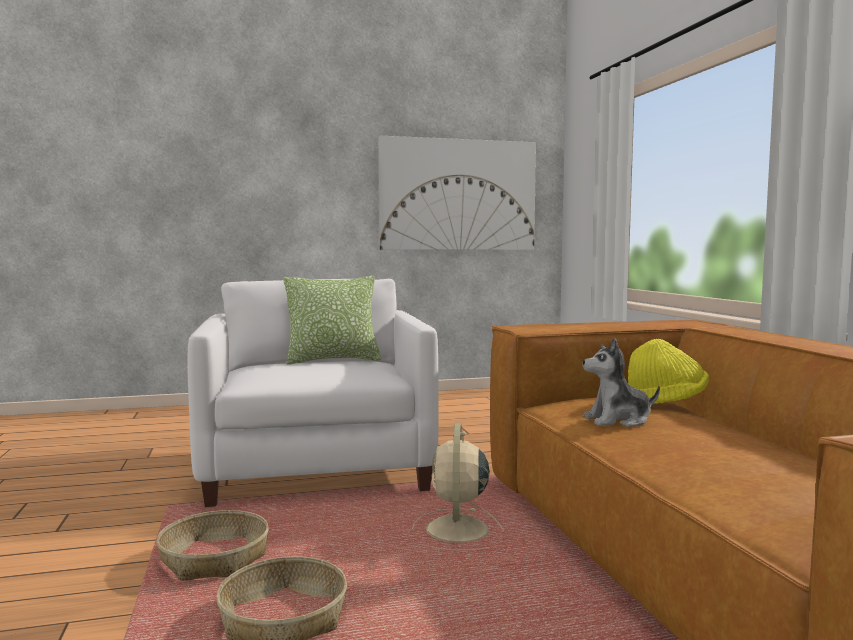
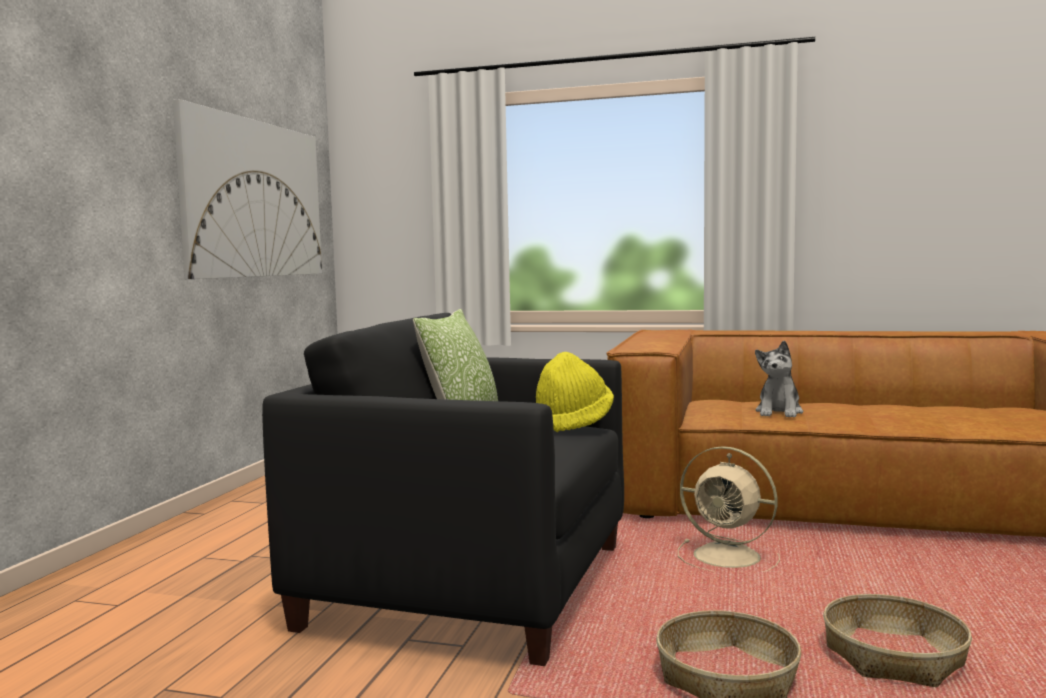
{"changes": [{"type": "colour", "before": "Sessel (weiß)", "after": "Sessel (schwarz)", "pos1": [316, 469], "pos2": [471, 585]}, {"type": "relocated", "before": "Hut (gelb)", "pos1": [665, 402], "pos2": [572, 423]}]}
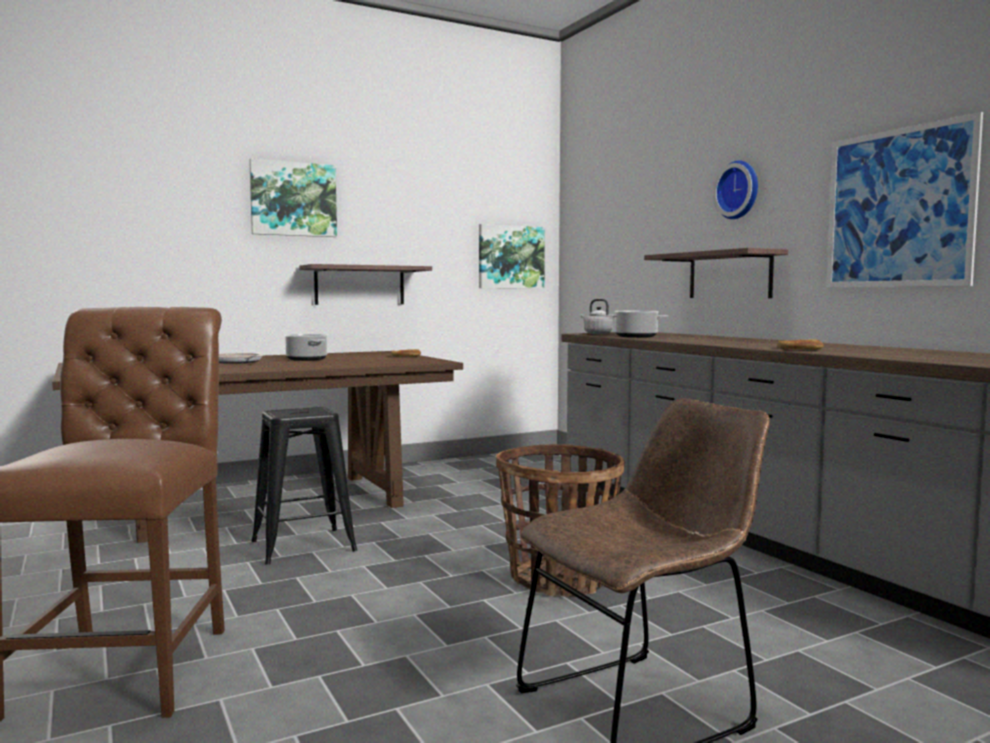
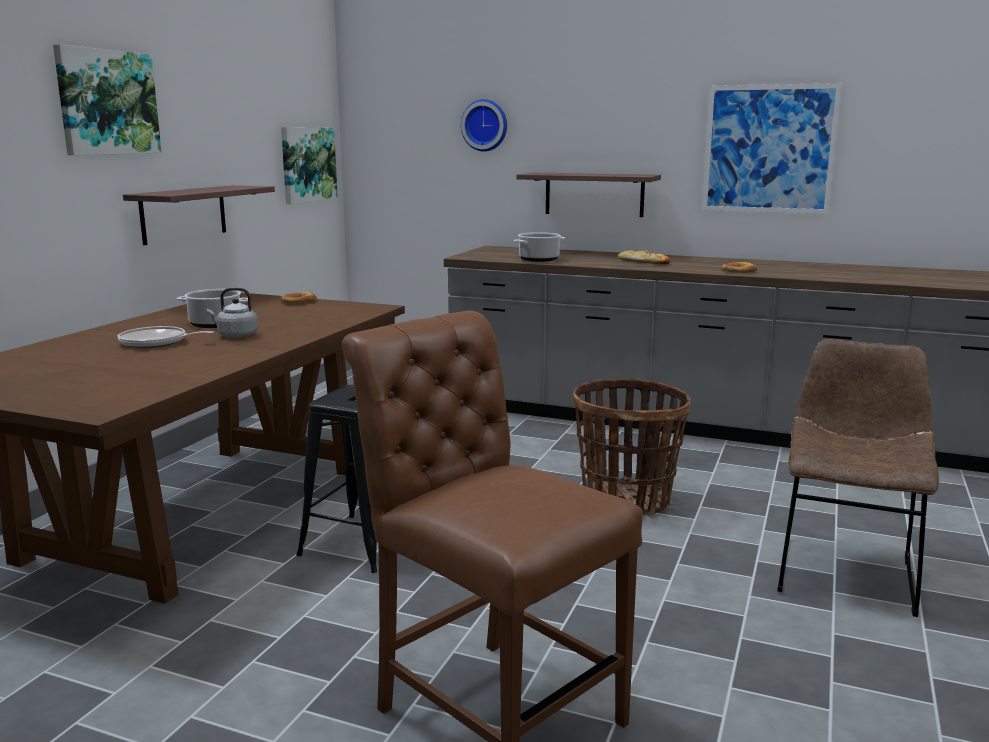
{"changes": [{"type": "relocated", "before": "Wasserkessel (grau)", "pos1": [596, 334], "pos2": [235, 335]}, {"type": "relocated", "before": "Wanduhr", "pos1": [739, 190], "pos2": [485, 125]}, {"type": "appeared", "after": "Brot", "pos2": [643, 262]}]}
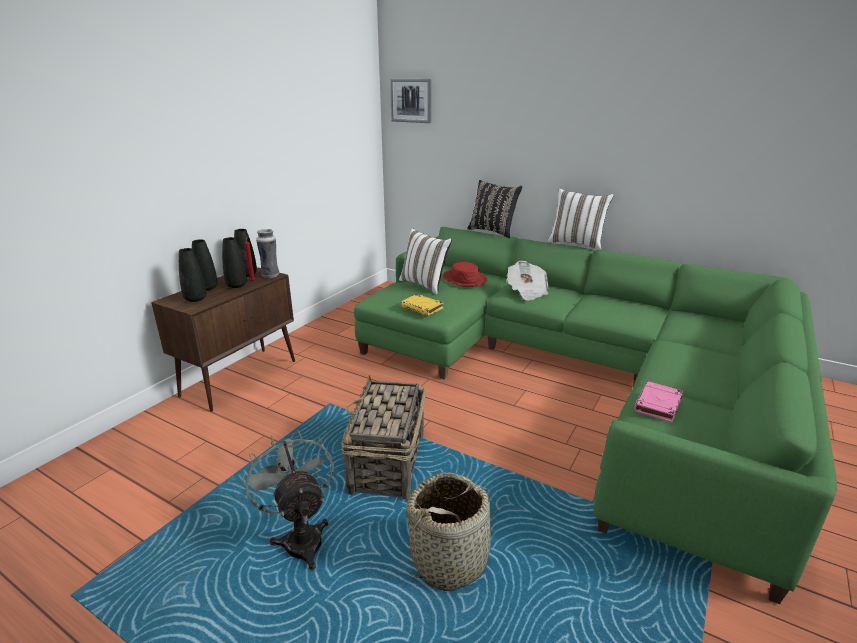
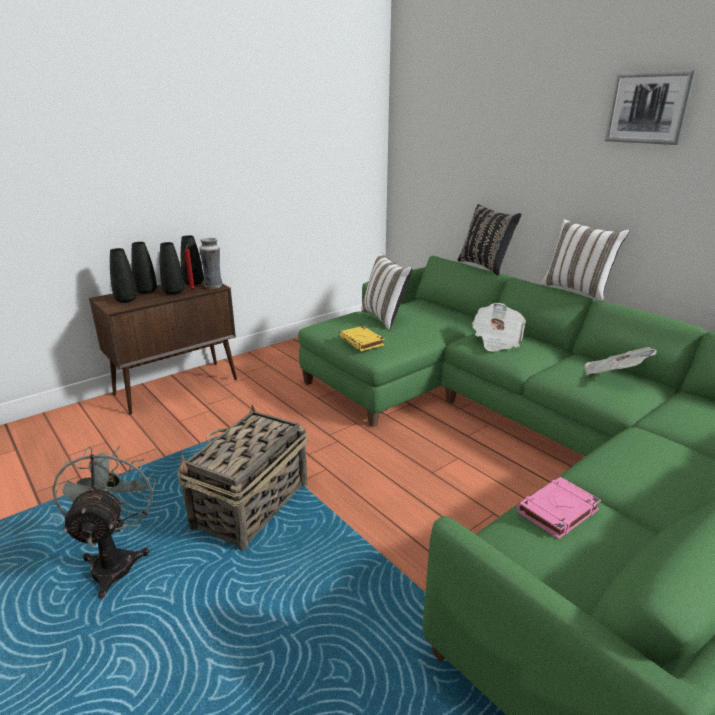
{"changes": [{"type": "relocated", "before": "Bild", "pos1": [411, 100], "pos2": [648, 108]}, {"type": "missing", "before": "Korb", "pos1": [450, 559]}, {"type": "missing", "before": "Hut (rot)", "pos1": [465, 279]}, {"type": "appeared", "after": "Zeitung", "pos2": [613, 375]}]}
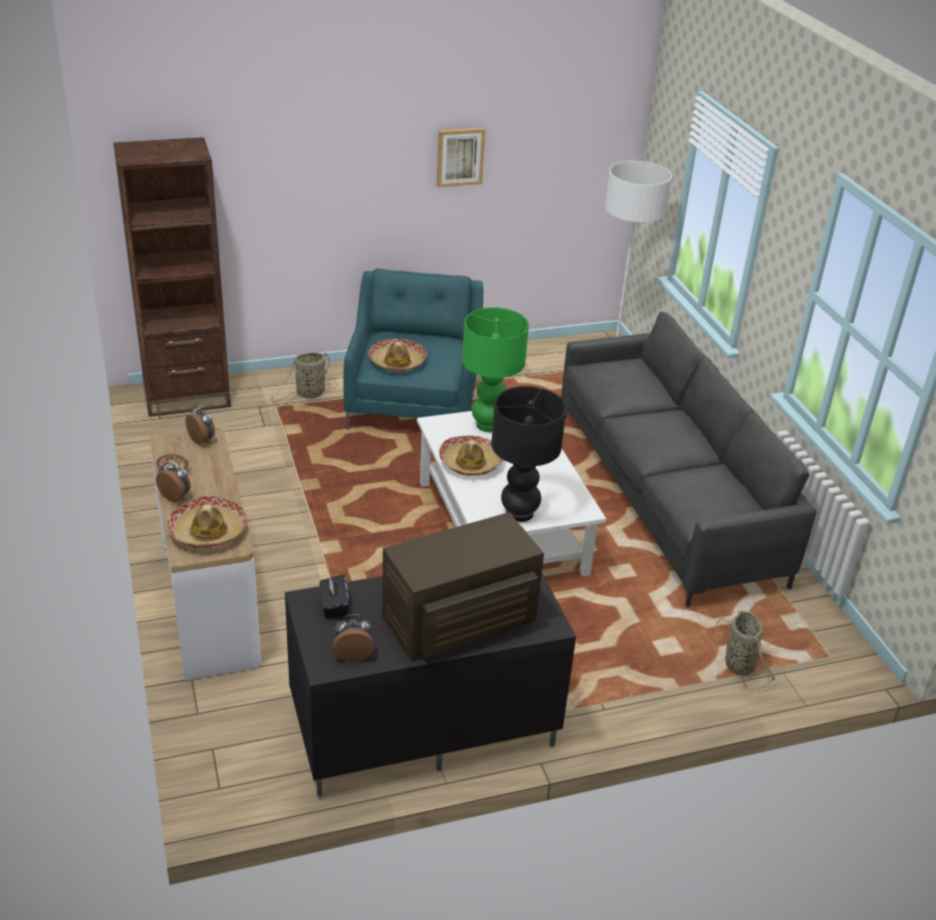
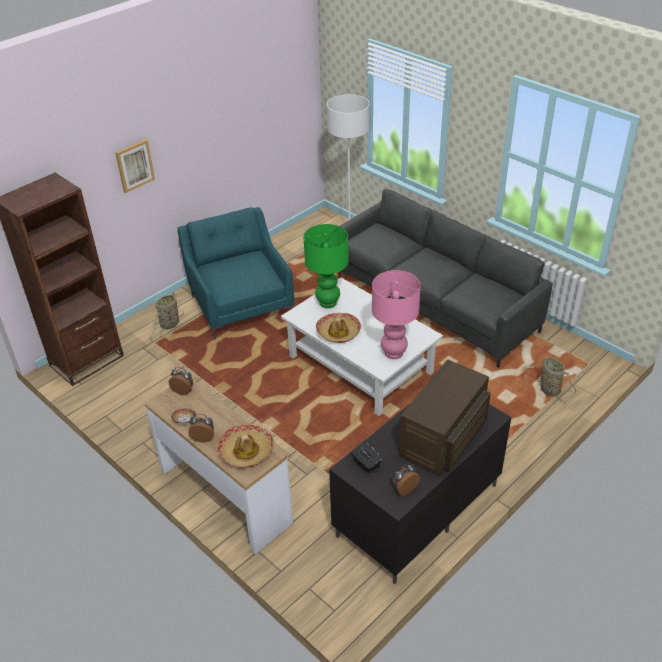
{"changes": [{"type": "missing", "before": "Hut", "pos1": [397, 362]}, {"type": "relocated", "before": "Bild", "pos1": [460, 156], "pos2": [134, 165]}, {"type": "colour", "before": "Tischlampe (schwarz)", "after": "Tischlampe (rosa)", "pos1": [520, 513], "pos2": [394, 352]}]}
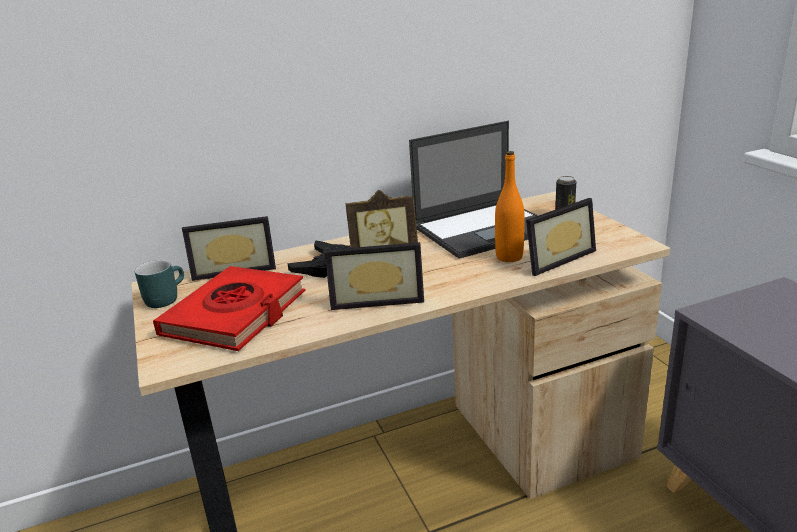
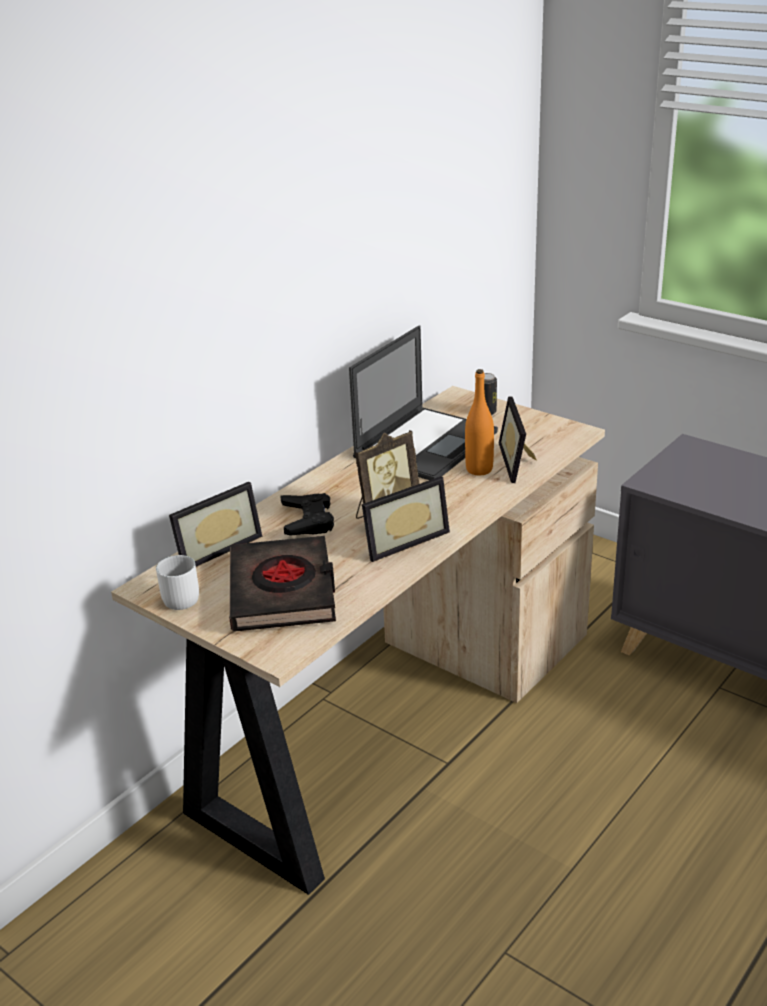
{"changes": [{"type": "colour", "before": "Henkelbecher (türkis)", "after": "Henkelbecher (weiß)", "pos1": [164, 298], "pos2": [180, 597]}, {"type": "colour", "before": "Buch (rot)", "after": "Buch (schwarz)", "pos1": [235, 315], "pos2": [283, 591]}, {"type": "spun", "before": "Bilderrahmen", "pos1": [554, 258], "pos2": [520, 462], "turn": 150}]}
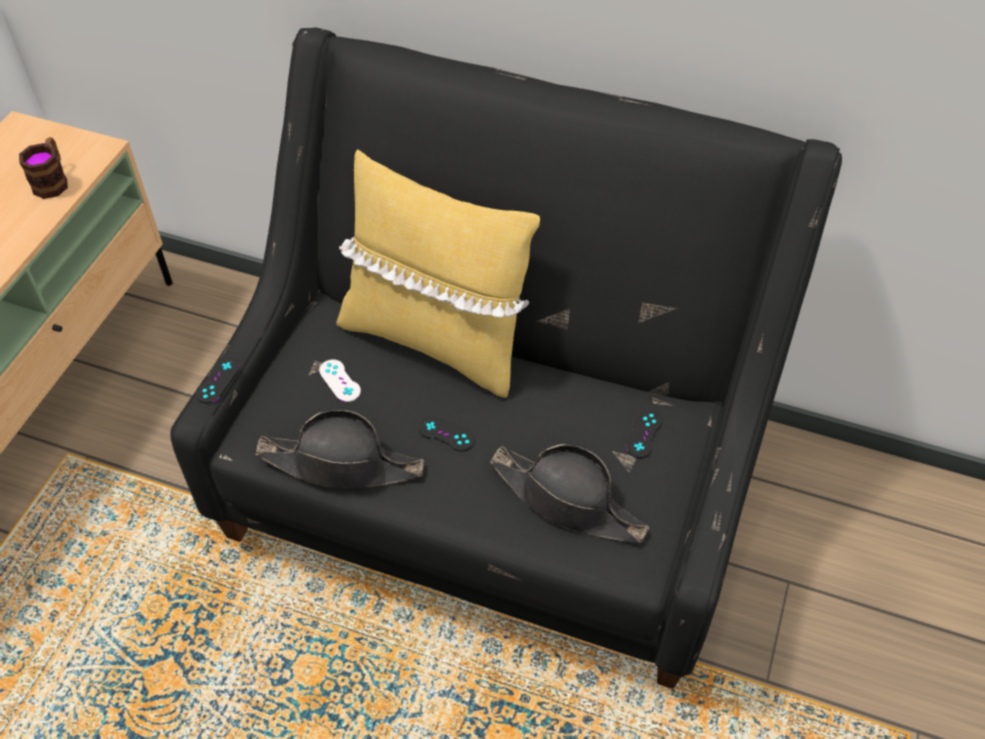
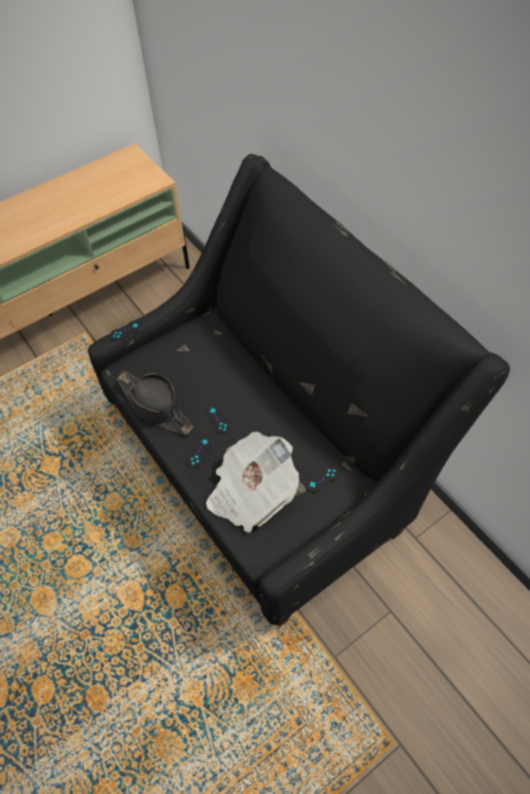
{"changes": [{"type": "missing", "before": "Henkelbecher", "pos1": [53, 180]}, {"type": "missing", "before": "Gamepad (weiß)", "pos1": [340, 381]}, {"type": "missing", "before": "Kissen (gelb)", "pos1": [435, 340]}, {"type": "exchanged", "before": "Hut (schwarz)", "after": "Zeitung", "pos1": [568, 501], "pos2": [251, 492]}, {"type": "appeared", "after": "Gamepad (schwarz)", "pos2": [199, 451]}]}
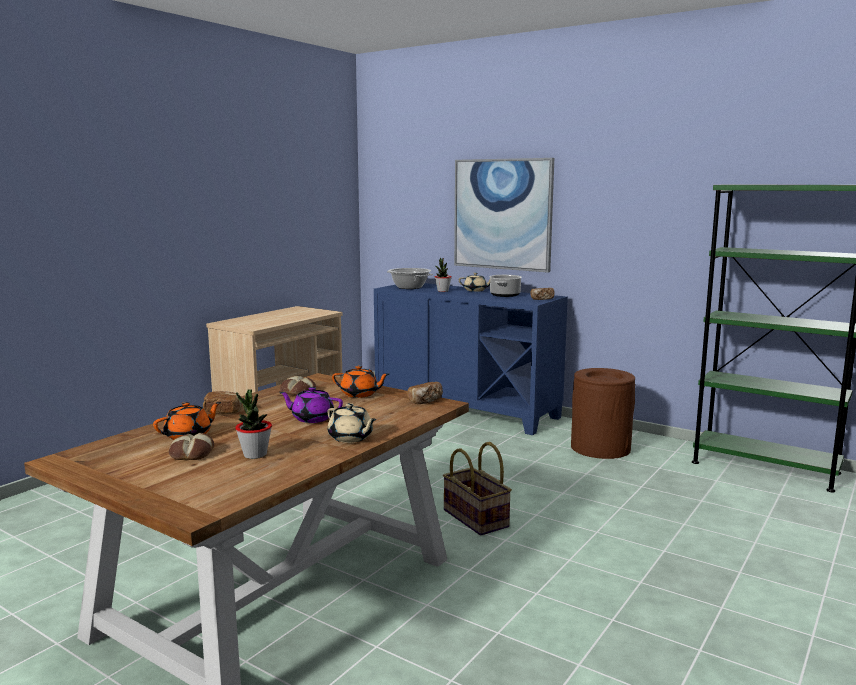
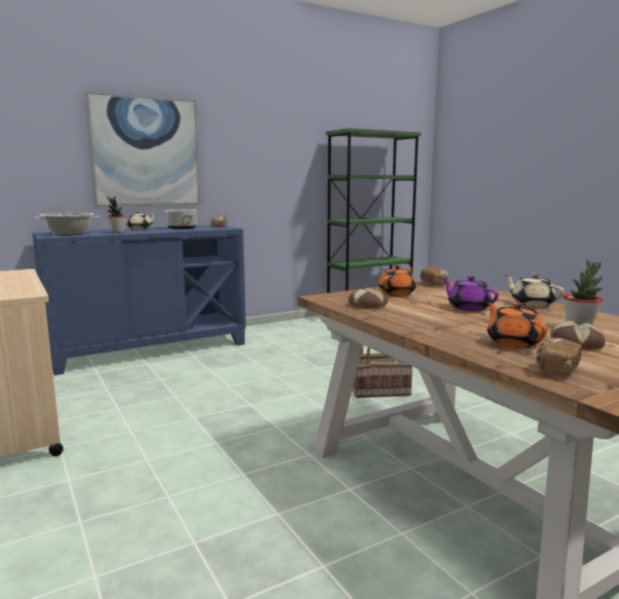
{"changes": [{"type": "relocated", "before": "Brot", "pos1": [223, 411], "pos2": [556, 370]}, {"type": "spun", "before": "Teekanne (lila)", "pos1": [312, 418], "pos2": [468, 308], "turn": 105}, {"type": "spun", "before": "Teekanne (beige)", "pos1": [351, 438], "pos2": [531, 304], "turn": -105}, {"type": "missing", "before": "Mülleimer (braun)", "pos1": [600, 448]}]}
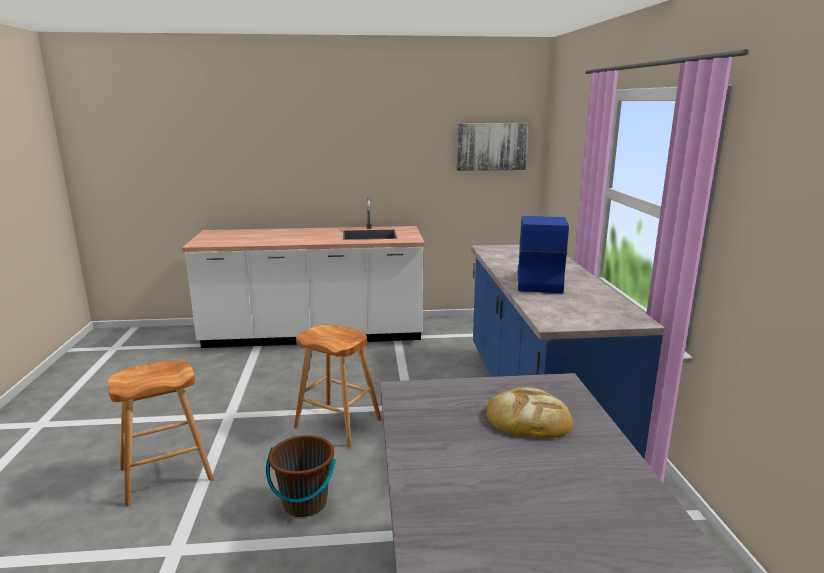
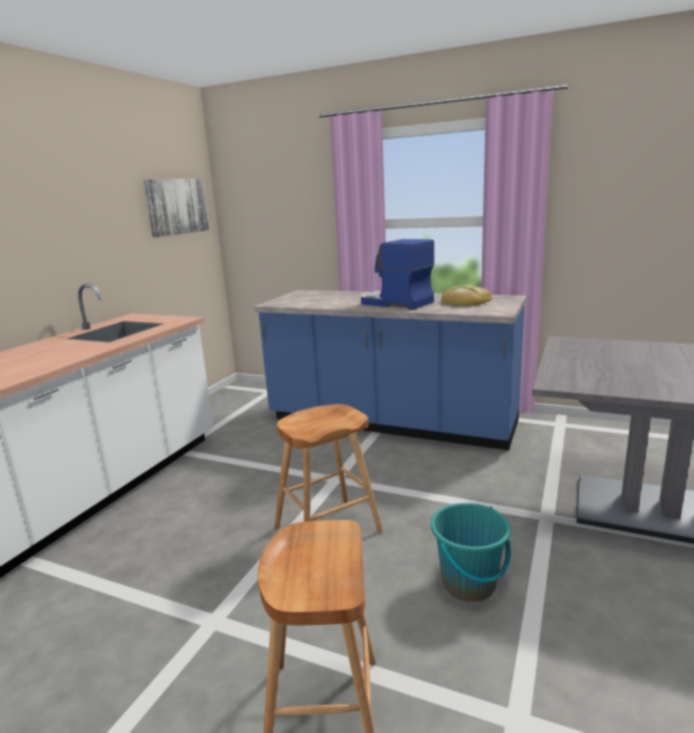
{"changes": [{"type": "colour", "before": "Eimer (braun)", "after": "Eimer (türkis)", "pos1": [304, 503], "pos2": [469, 584]}, {"type": "relocated", "before": "Brot", "pos1": [528, 418], "pos2": [466, 301]}]}
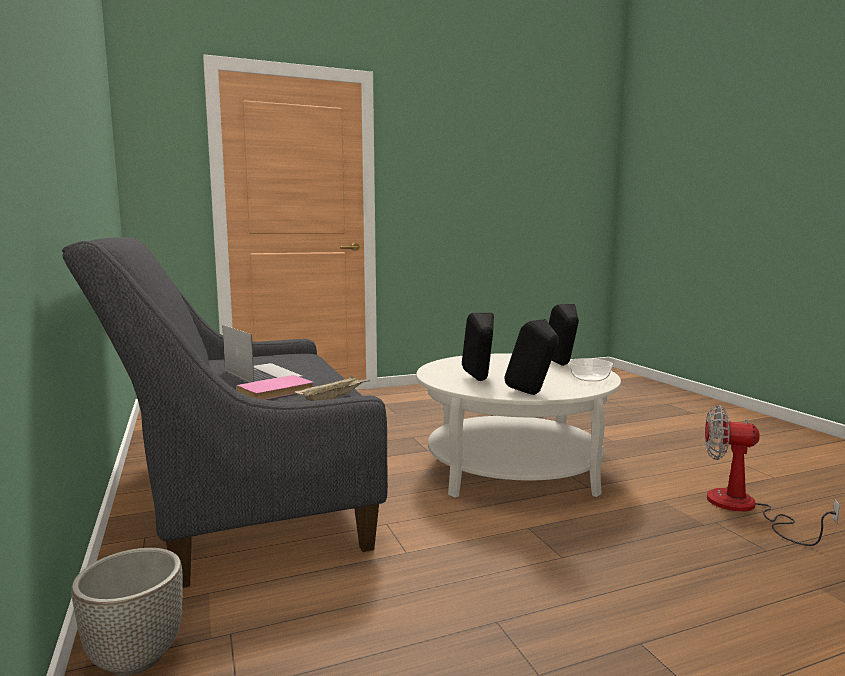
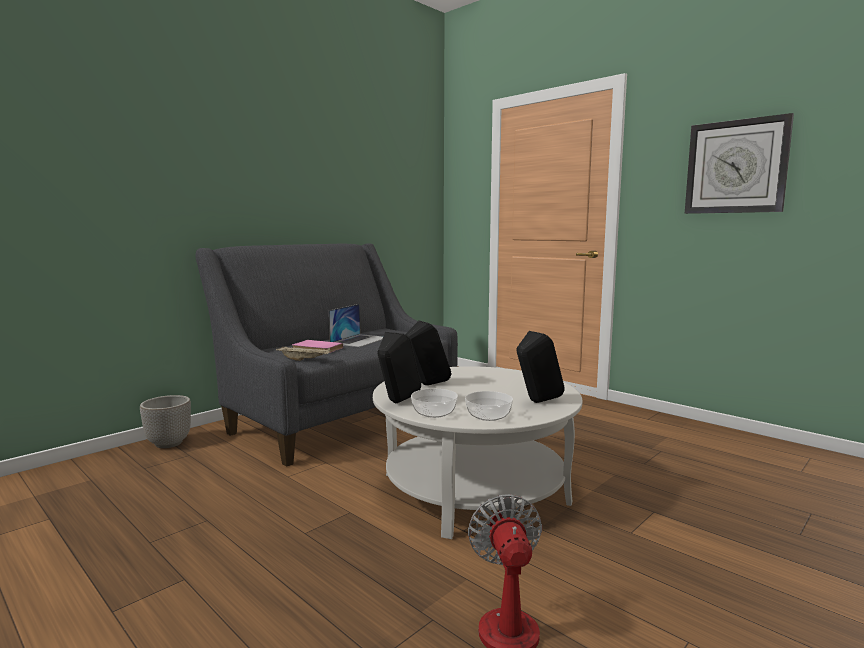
{"changes": [{"type": "appeared", "after": "Schüssel", "pos2": [435, 413]}, {"type": "appeared", "after": "Wanduhr", "pos2": [736, 167]}]}
